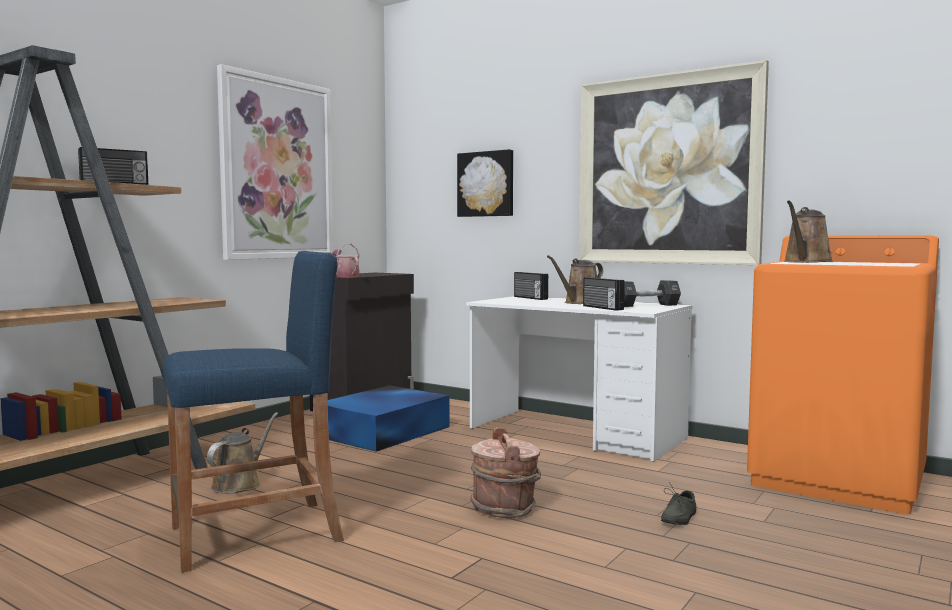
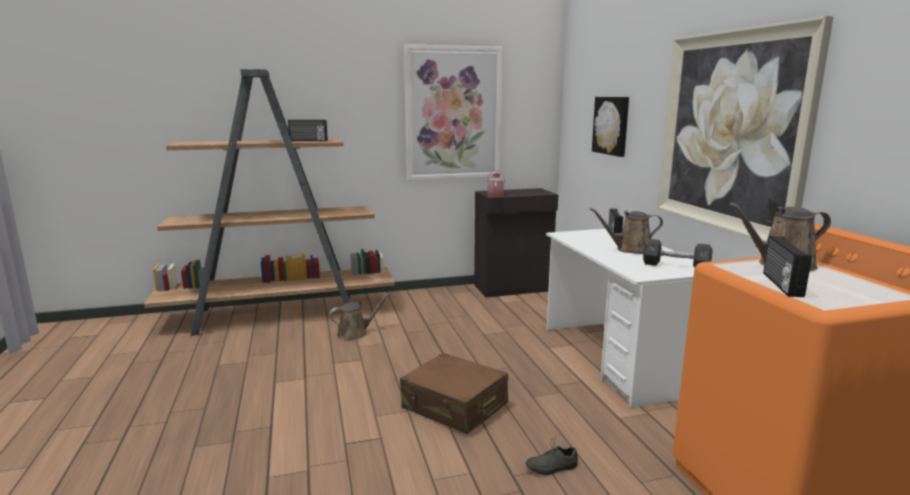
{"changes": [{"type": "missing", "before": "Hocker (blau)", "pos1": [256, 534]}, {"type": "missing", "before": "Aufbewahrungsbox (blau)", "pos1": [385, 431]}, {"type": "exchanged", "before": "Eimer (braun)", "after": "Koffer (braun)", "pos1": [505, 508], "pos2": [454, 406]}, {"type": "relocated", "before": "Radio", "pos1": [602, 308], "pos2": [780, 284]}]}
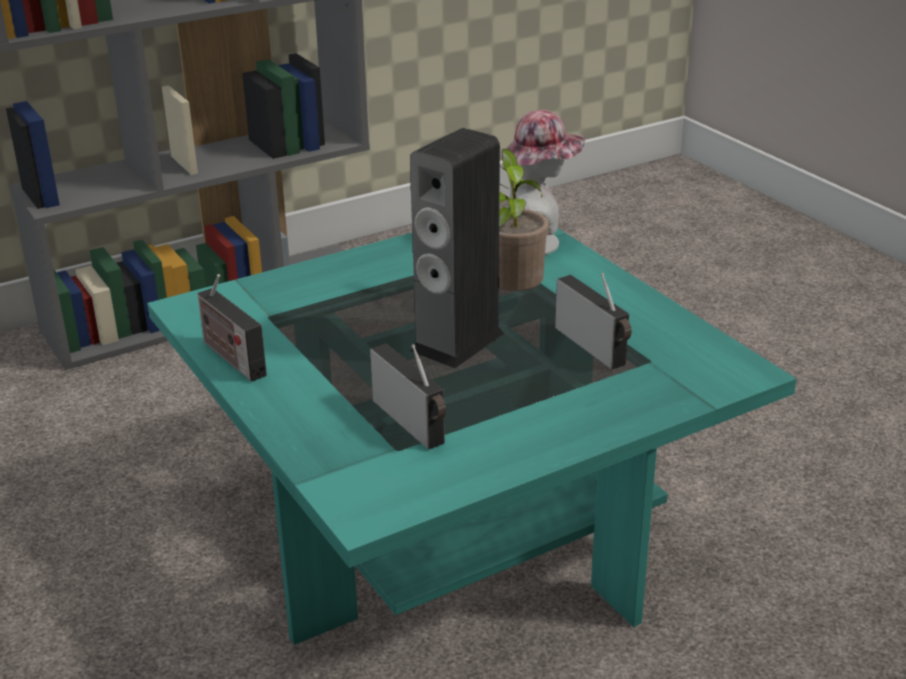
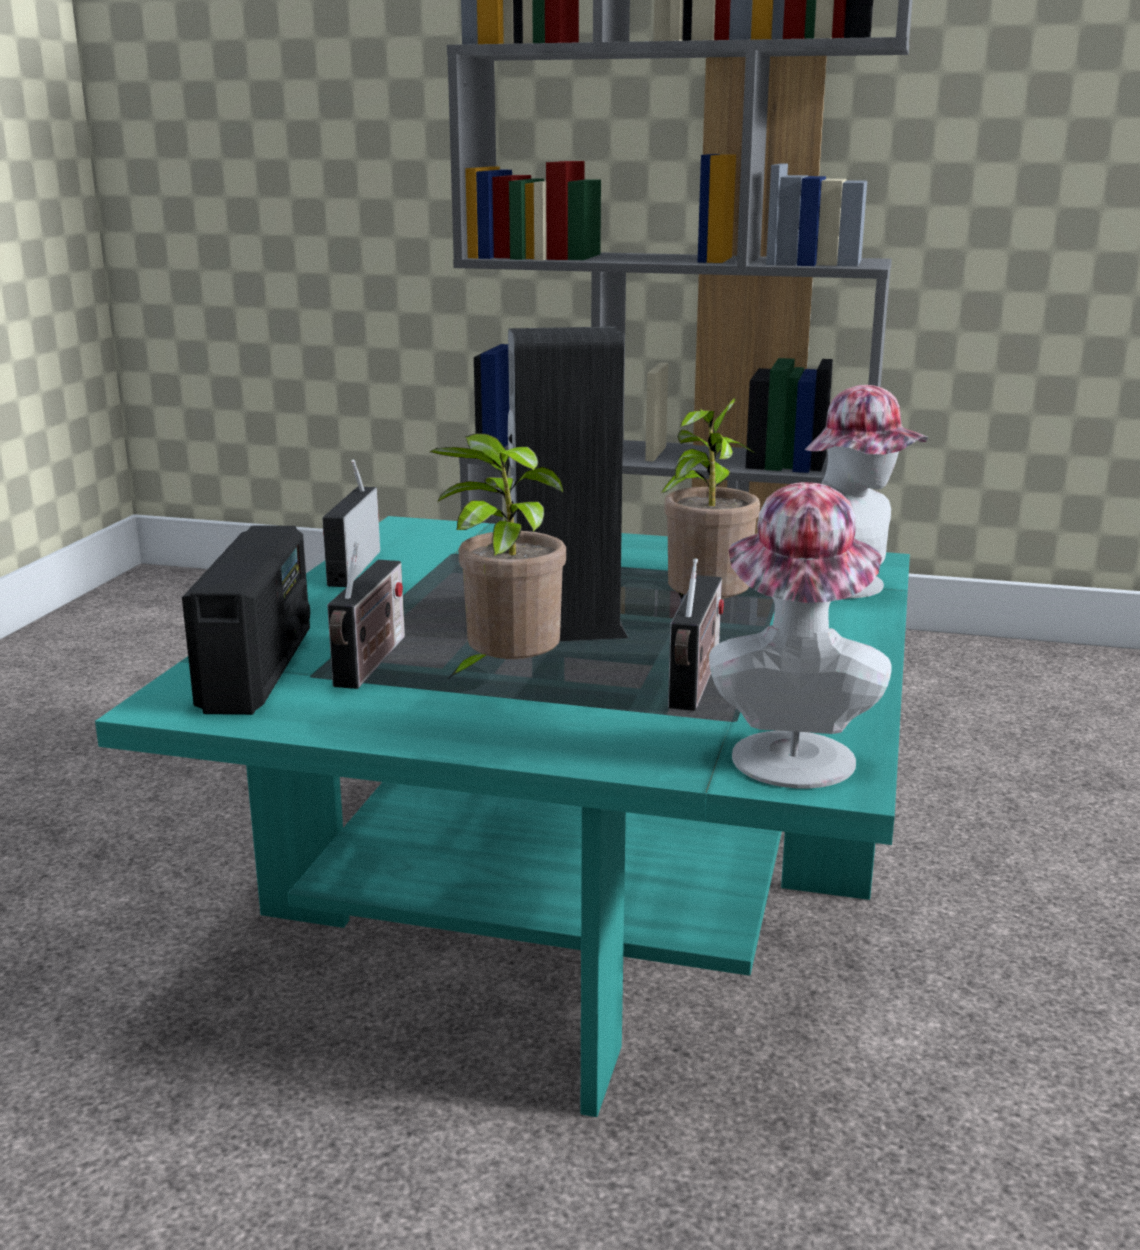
{"changes": [{"type": "appeared", "after": "Radio", "pos2": [258, 670]}, {"type": "appeared", "after": "Topfpflanze", "pos2": [506, 678]}, {"type": "appeared", "after": "Hut", "pos2": [791, 751]}]}
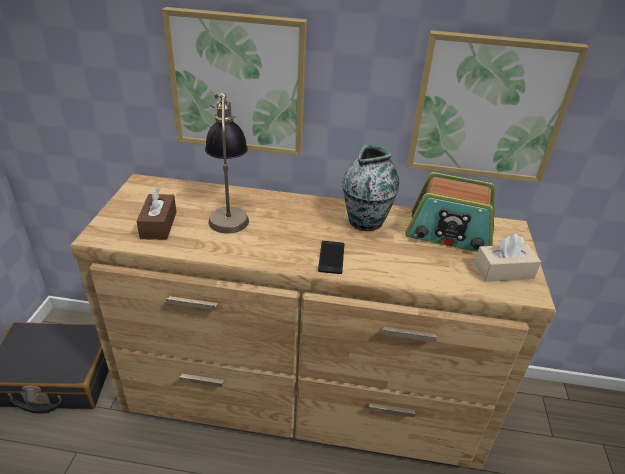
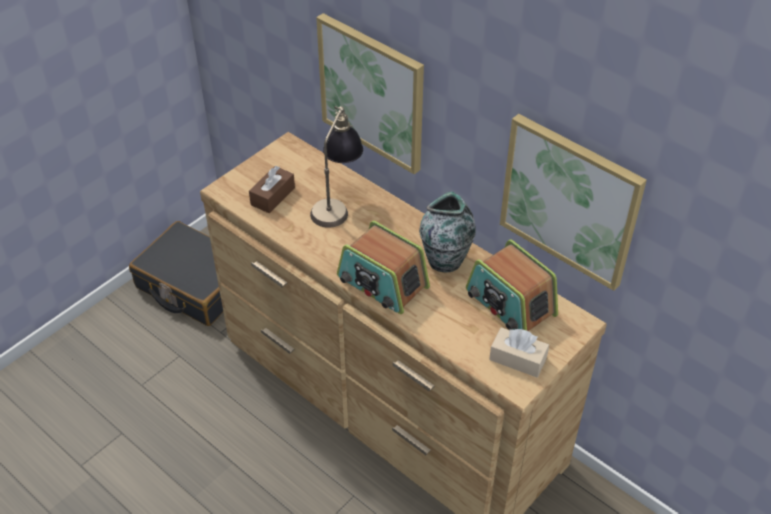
{"changes": [{"type": "exchanged", "before": "Handy", "after": "Radio", "pos1": [331, 257], "pos2": [382, 283]}]}
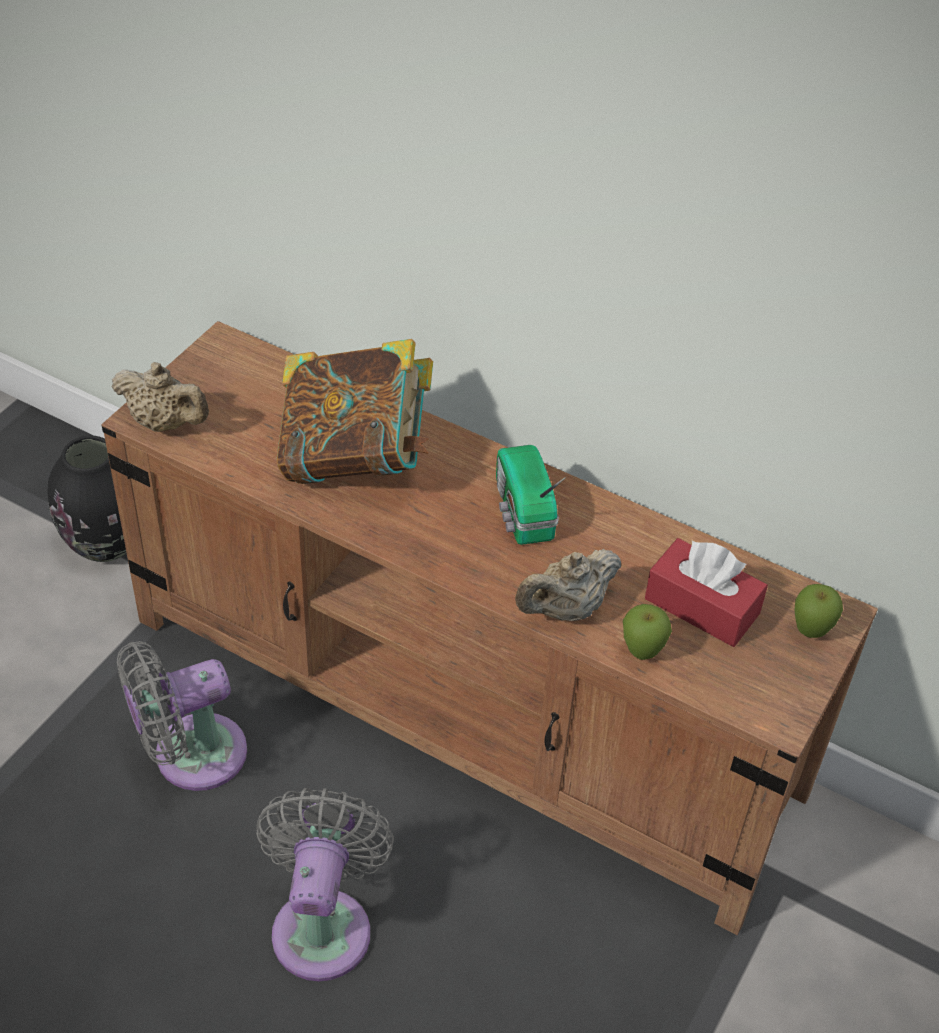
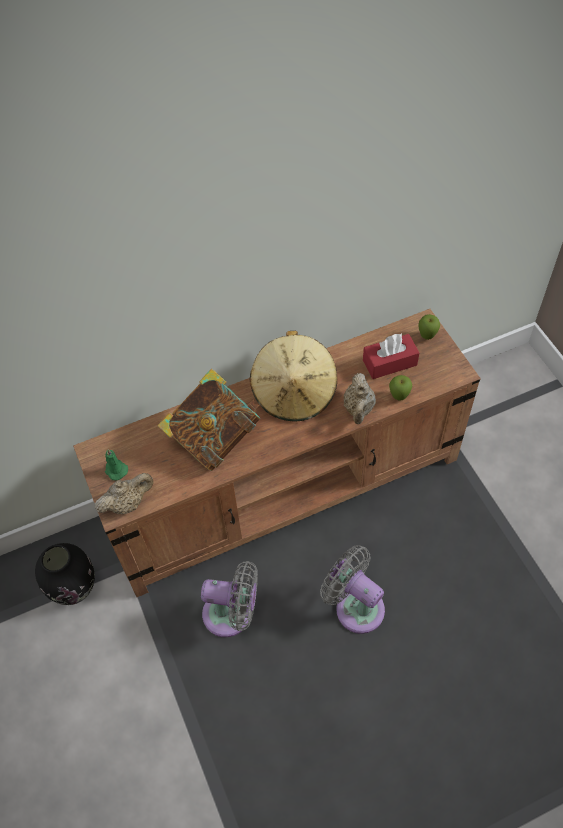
{"changes": [{"type": "spun", "before": "Ventilator (grau)", "pos1": [190, 756], "pos2": [232, 614], "turn": -90}, {"type": "exchanged", "before": "Radio", "after": "Hut (beige)", "pos1": [522, 512], "pos2": [294, 393]}, {"type": "appeared", "after": "Kerze (grün)", "pos2": [115, 470]}]}
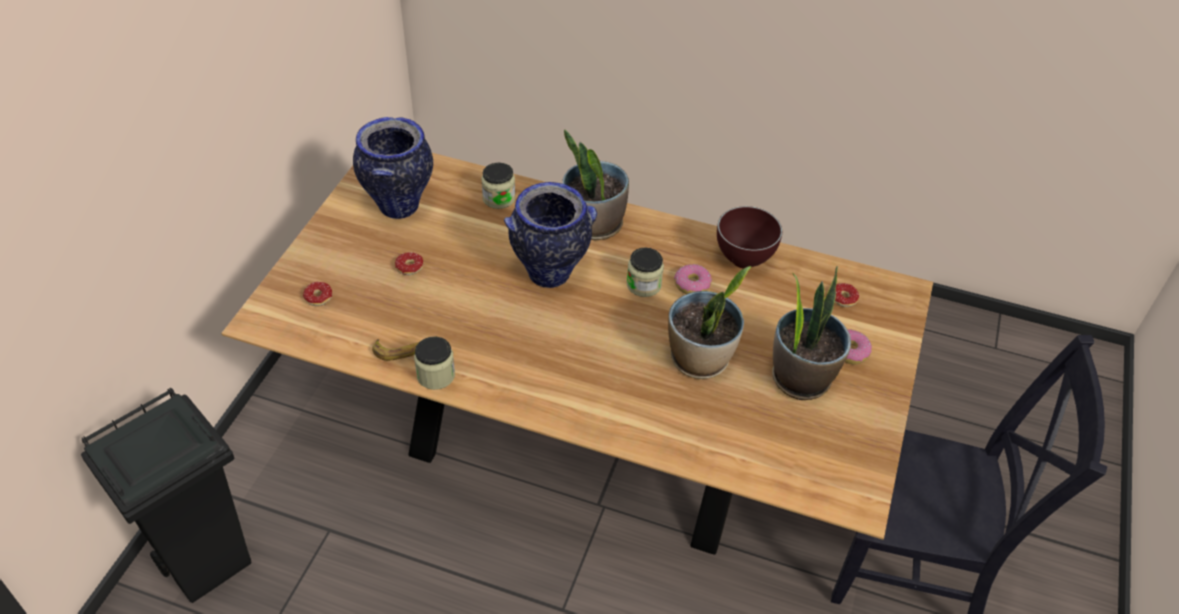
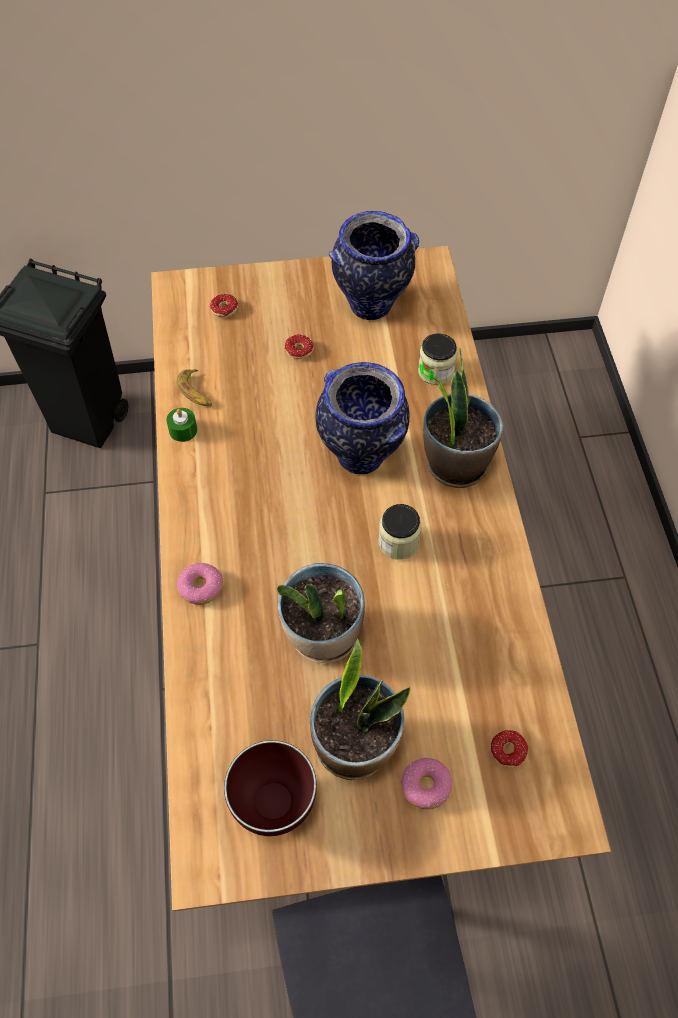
{"changes": [{"type": "exchanged", "before": "Vorratsglas", "after": "Kerze (grün)", "pos1": [436, 375], "pos2": [183, 430]}, {"type": "relocated", "before": "Donut", "pos1": [692, 285], "pos2": [200, 588]}, {"type": "relocated", "before": "Schüssel (braun)", "pos1": [744, 262], "pos2": [272, 805]}]}
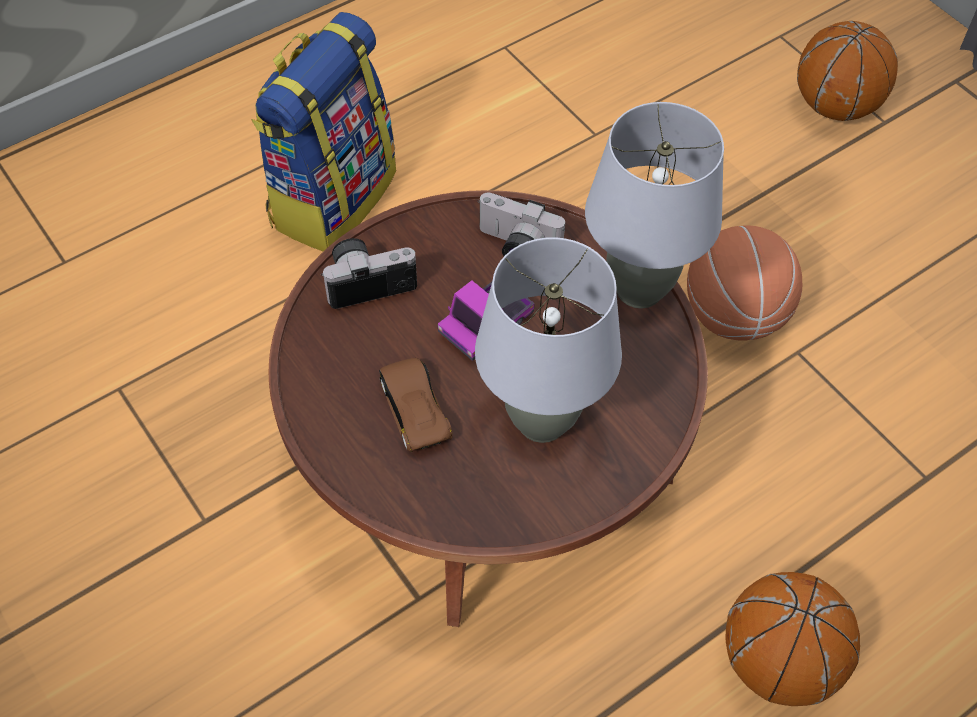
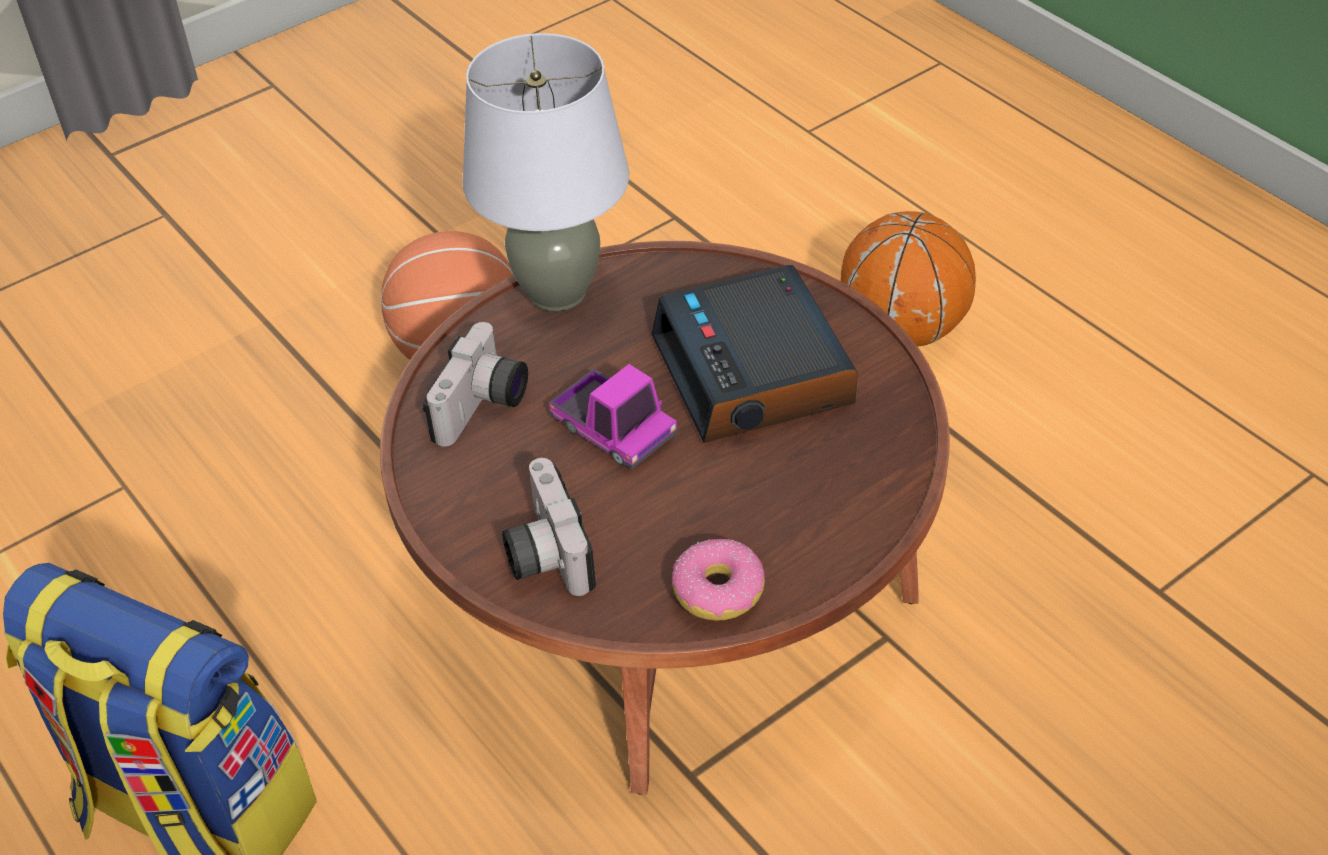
{"changes": [{"type": "missing", "before": "Spielzeugauto (braun)", "pos1": [415, 408]}, {"type": "exchanged", "before": "Tischlampe (grau)", "after": "Wecker", "pos1": [542, 421], "pos2": [755, 372]}, {"type": "missing", "before": "Basketball", "pos1": [835, 106]}, {"type": "appeared", "after": "Donut", "pos2": [718, 591]}]}
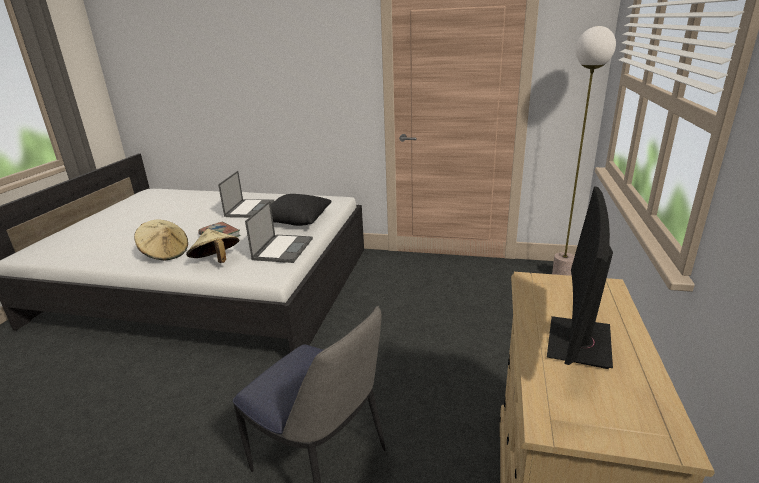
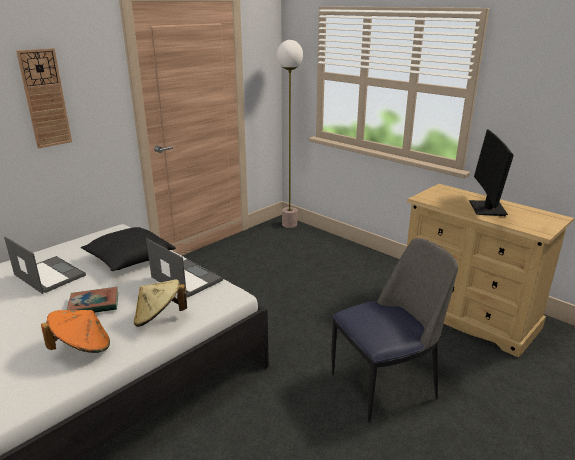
{"changes": [{"type": "colour", "before": "Hut (beige)", "after": "Hut (orange)", "pos1": [165, 253], "pos2": [82, 348]}, {"type": "spun", "before": "Monitor", "pos1": [579, 343], "pos2": [487, 208], "turn": 45}, {"type": "appeared", "after": "Wanduhr", "pos2": [45, 98]}]}
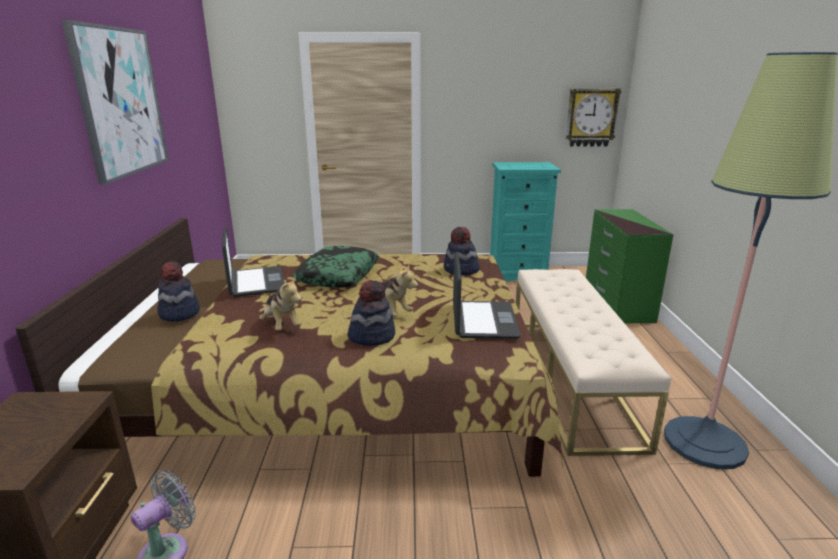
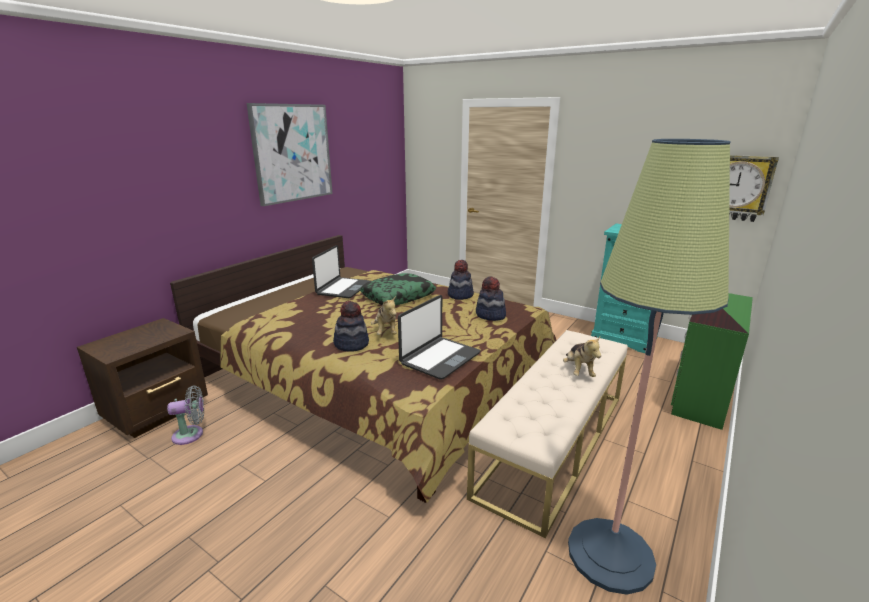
{"changes": [{"type": "relocated", "before": "Hut", "pos1": [179, 313], "pos2": [460, 295]}, {"type": "relocated", "before": "Plüschtier", "pos1": [281, 325], "pos2": [578, 371]}]}
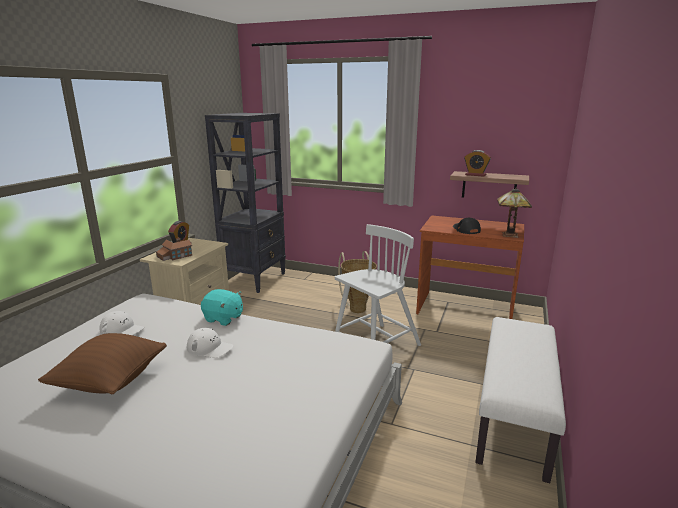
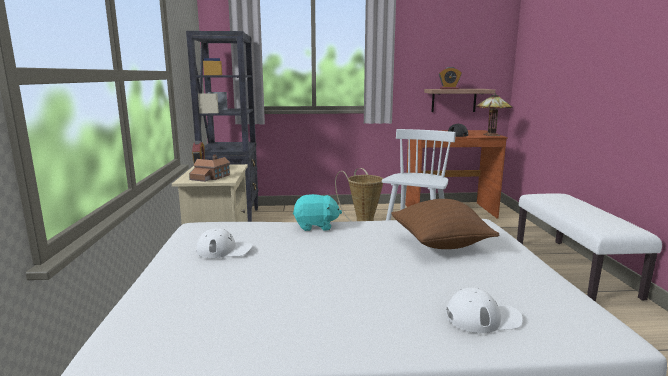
{"changes": [{"type": "relocated", "before": "Kissen (braun)", "pos1": [110, 381], "pos2": [440, 244]}, {"type": "relocated", "before": "Kappe (weiß)", "pos1": [210, 348], "pos2": [482, 318]}]}
